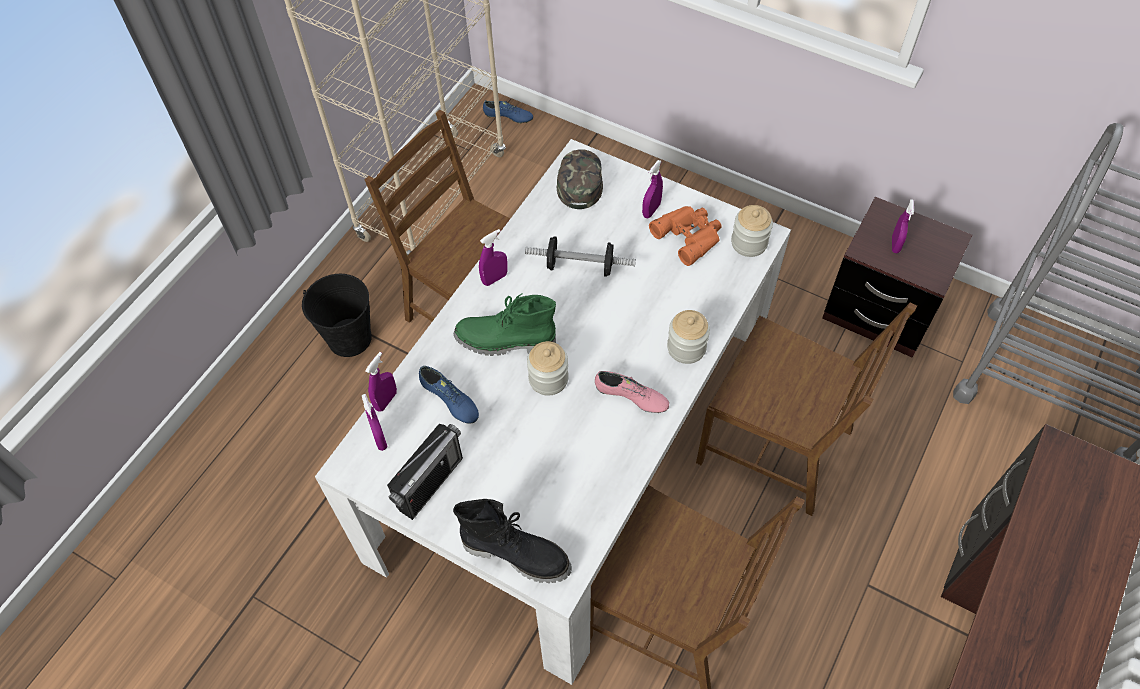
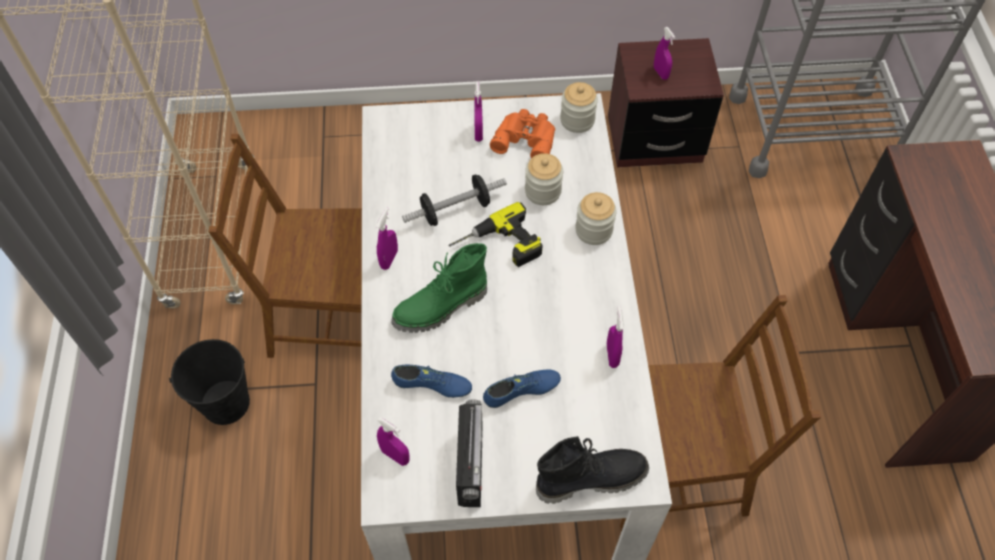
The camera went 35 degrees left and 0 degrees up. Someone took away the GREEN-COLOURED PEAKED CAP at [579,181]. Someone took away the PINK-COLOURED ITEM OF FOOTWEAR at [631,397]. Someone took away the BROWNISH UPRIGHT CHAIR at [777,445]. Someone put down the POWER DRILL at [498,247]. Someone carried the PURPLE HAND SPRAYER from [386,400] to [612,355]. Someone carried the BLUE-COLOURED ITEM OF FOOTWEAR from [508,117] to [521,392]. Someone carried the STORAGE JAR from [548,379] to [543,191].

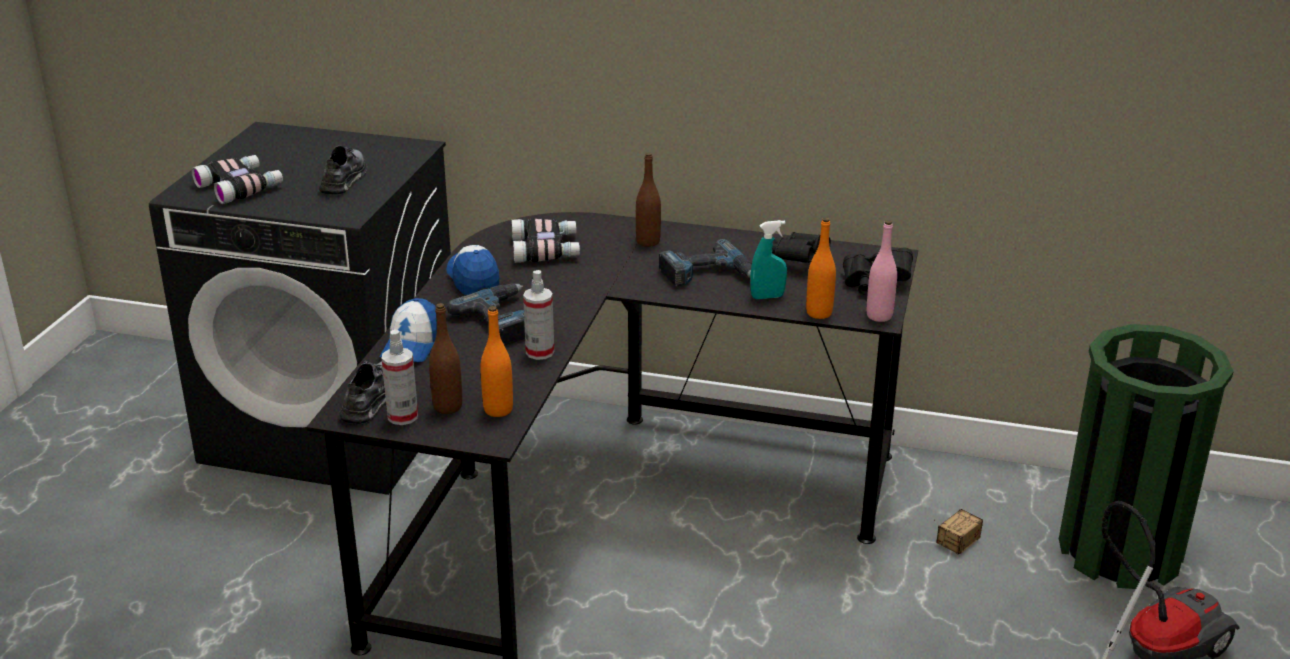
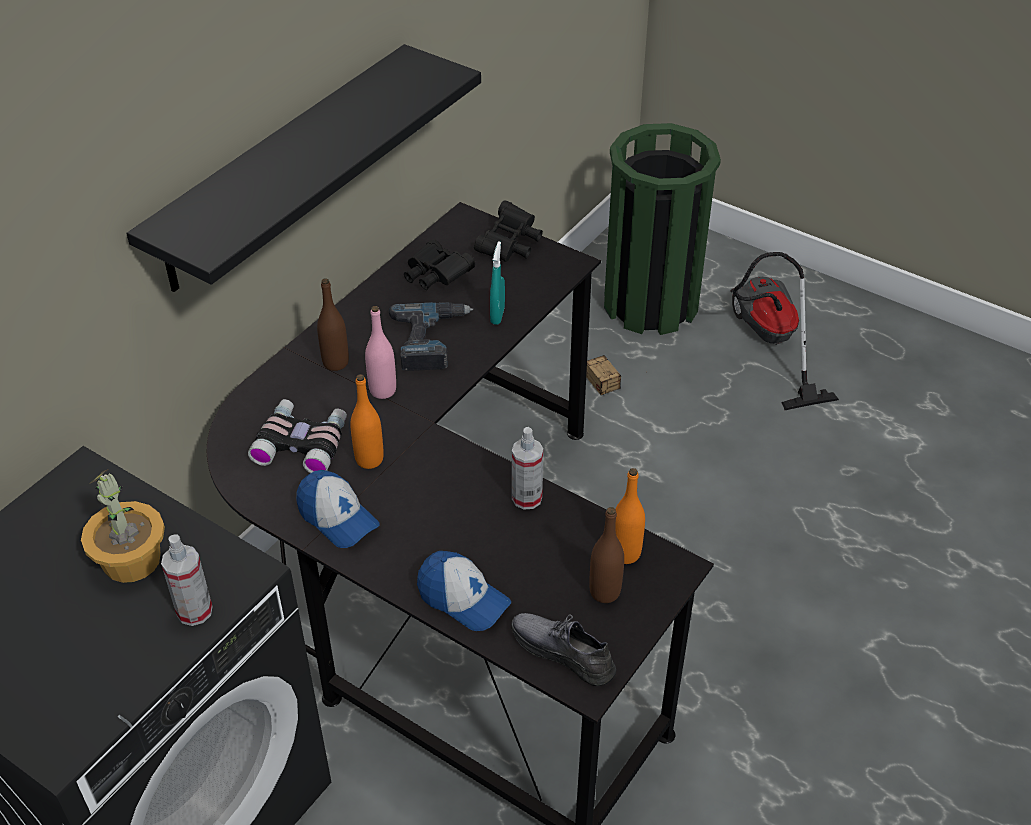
The camera went 70 degrees left and 15 degrees up. Someone took away the PAIR OF BINOCULARS at [241,186]. Someone took away the POWER DRILL at [503,320]. Someone put up the BLACK BRACKET SHELF at [283,168]. Someone carried the HAND SPRAYER from [403,416] to [194,611]. Someone carried the ORANGEY BOTTLE from [819,313] to [369,459]. Someone carried the PINK-COLOURED BOTTLE from [879,316] to [383,390]. Someone swapped the GREYISH ITEM OF FOOTWEAR at [344,179] for the PLANT IN A POT at [132,560]. Someone rotated the PEAKED CAP at [473,279] by 135 degrees counterclockwise.

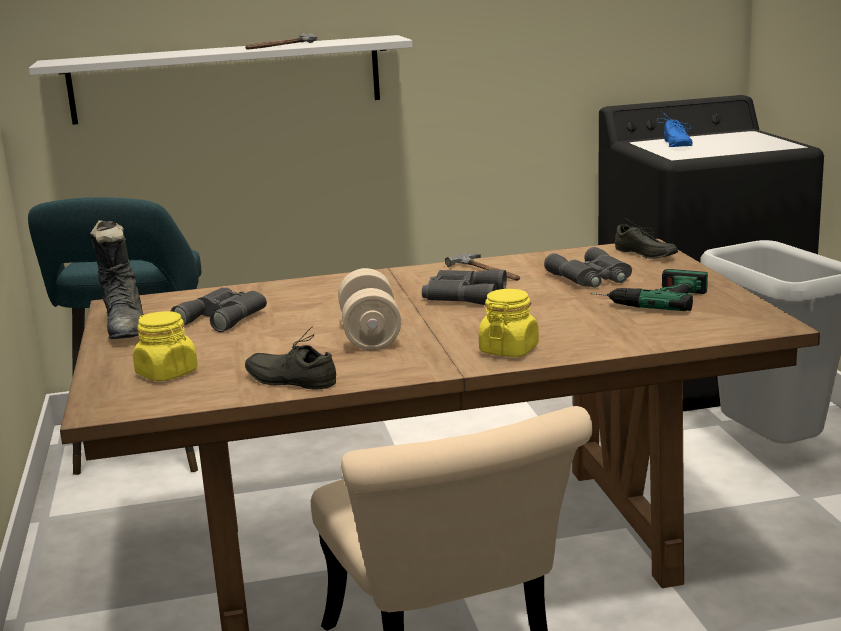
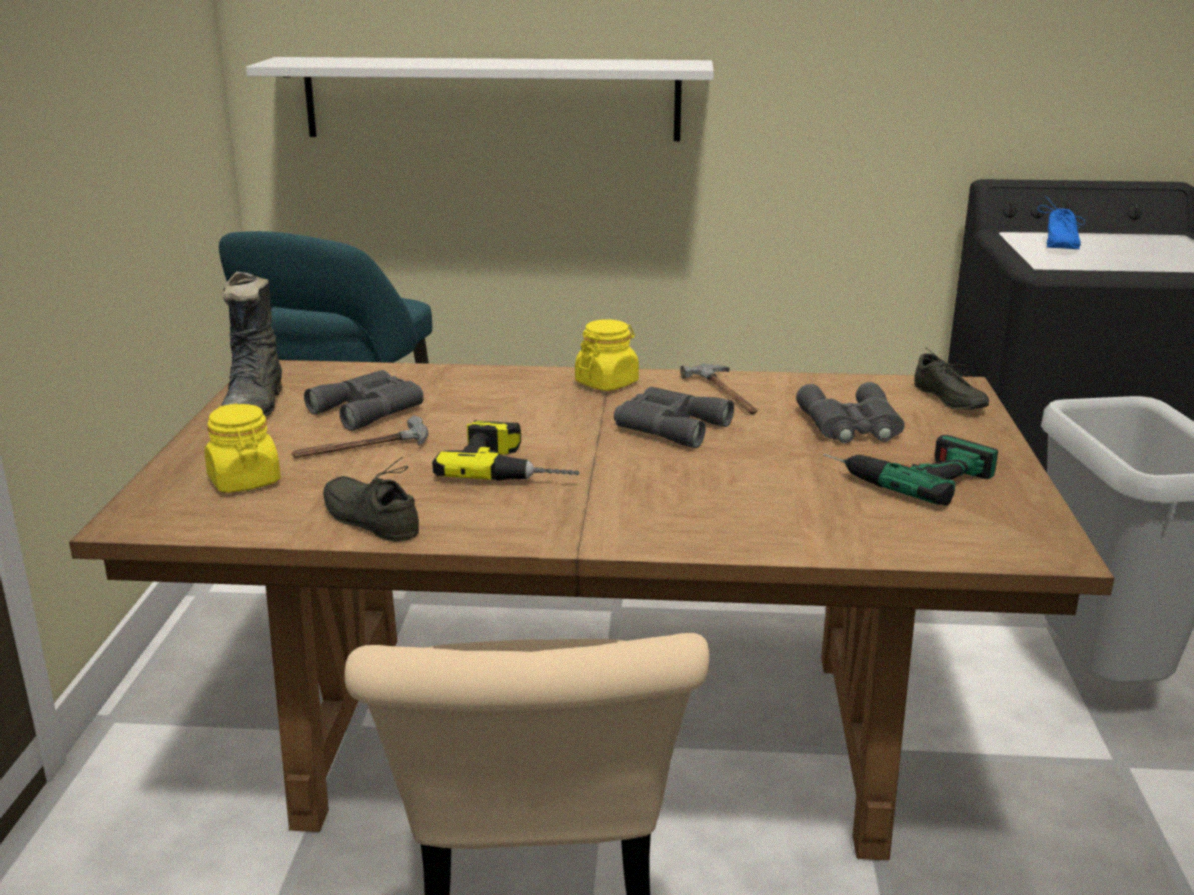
The camera went 15 degrees right and 5 degrees up. Someone carried the HAND HAMMER from [281,46] to [361,448]. Someone carried the YELLOW STORAGE JAR from [509,350] to [607,383]. Someone swapped the BEIGE HAND WEIGHT at [370,334] for the POWER DRILL at [515,466].

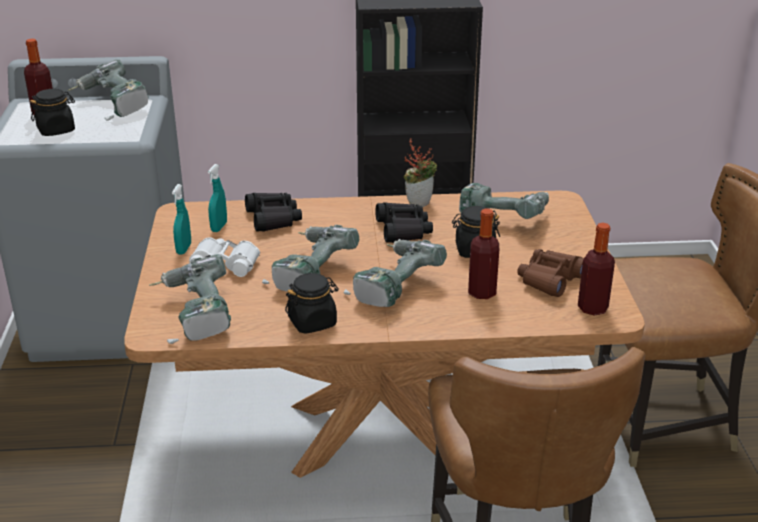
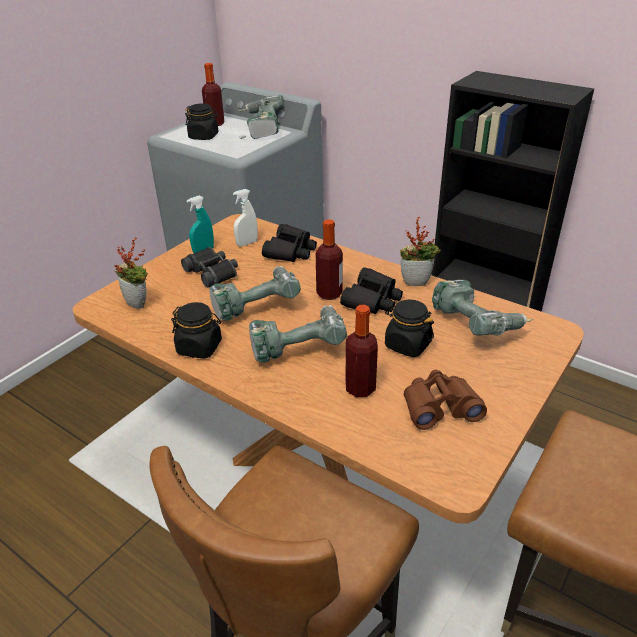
The camera went 40 degrees right and 5 degrees up. Someone carried the BOTTLE from [592,308] to [329,294]. Someone swapped the POWER DRILL at [194,315] for the PLANT IN A POT at [139,303]. Someone repainted the WHITE-COLOURED PAIR OF BINOCULARS at [226,263], which became the BLACK PAIR OF BINOCULARS at [212,272]. Someone repainted the TURQUOISE HAND SPRAYER at [219,227], which became the WHITE-COLOURED HAND SPRAYER at [247,243].

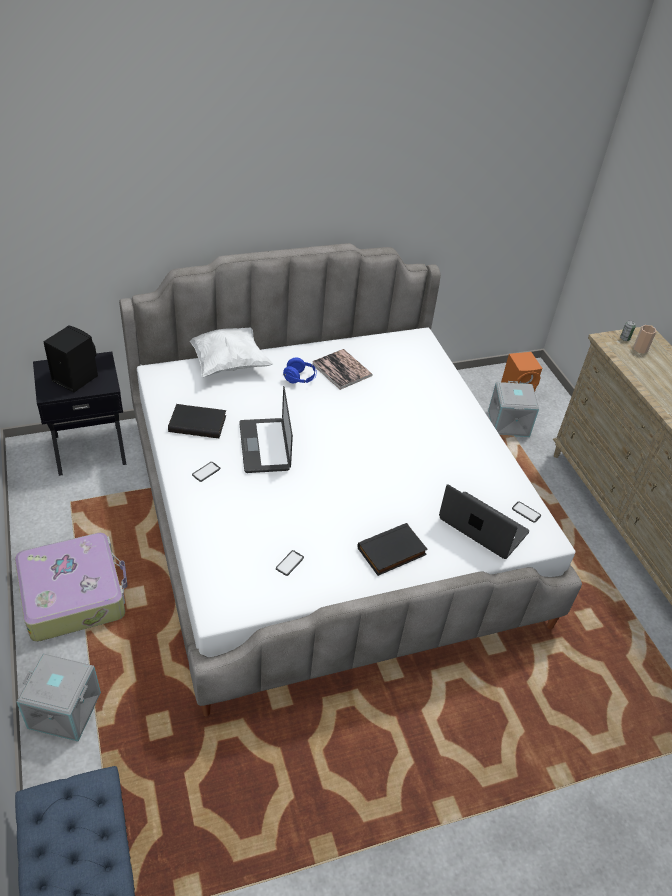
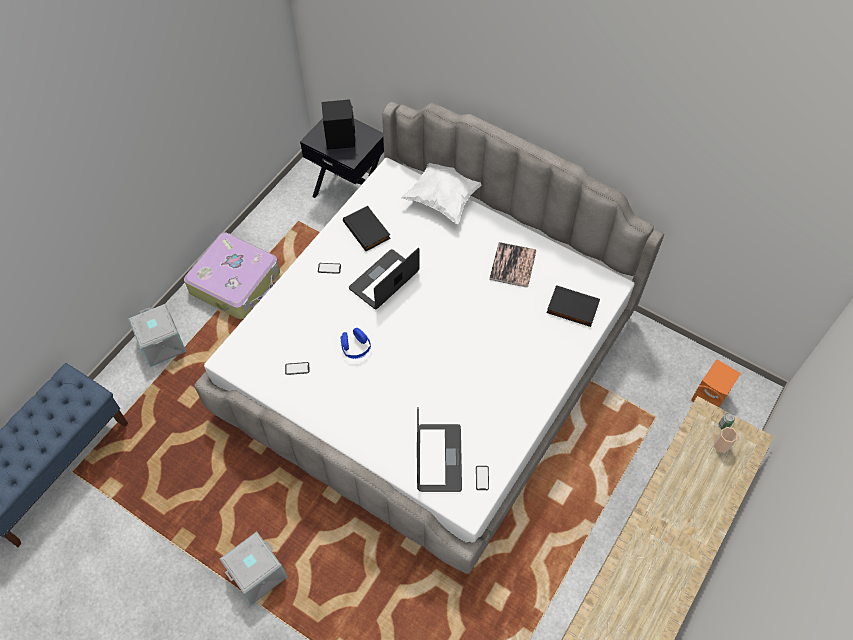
The camera went 55 degrees right and 15 degrees up. Someone carried the BLUE-COLOURED PAIR OF HEADPHONES from [300,378] to [356,348]. Someone carried the BLACK BOUND BOOK from [392,552] to [572,308]. Someone carried the GREYISH STORAGE CONTAINER from [509,423] to [257,575].

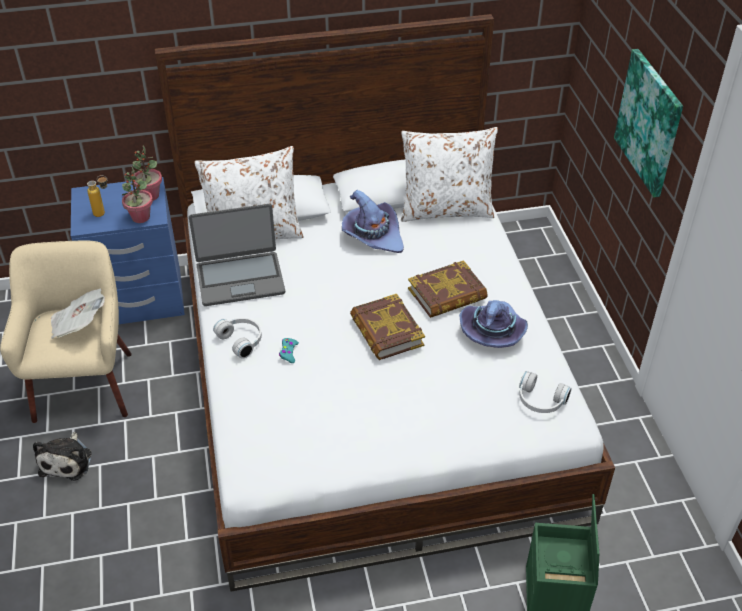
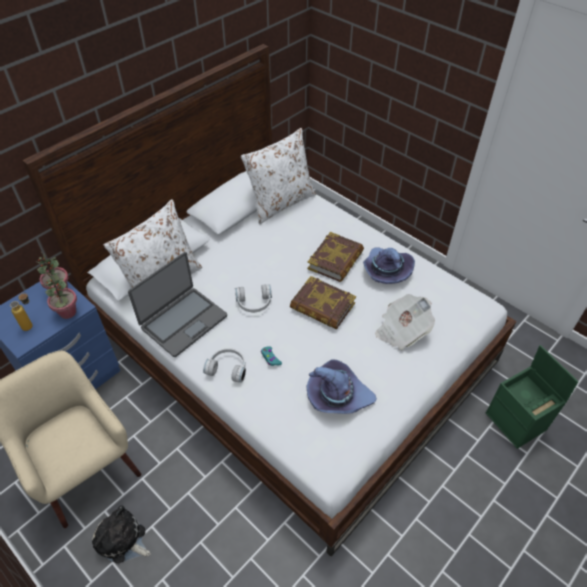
The camera went 35 degrees left and 5 degrees up. Someone took away the PICTURE at [650,122]. Someone carried the DAILY PAPER from [79,325] to [401,330]. Someone carried the PURPLE WEARABLE HAT from [372,235] to [337,395]. Someone carried the WHITE-COLOURED PAIR OF HEADPHONES from [540,401] to [254,303]. Someone rotated the CUDDLY TOY at [67,461] by 150 degrees clockwise.

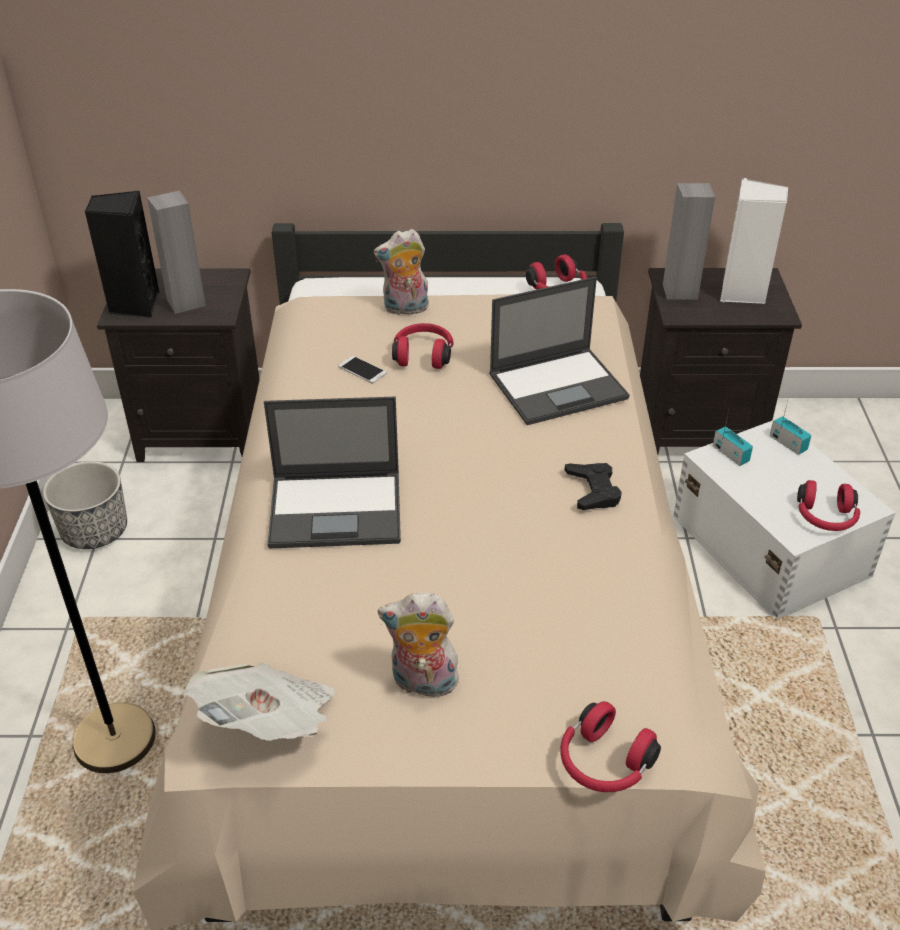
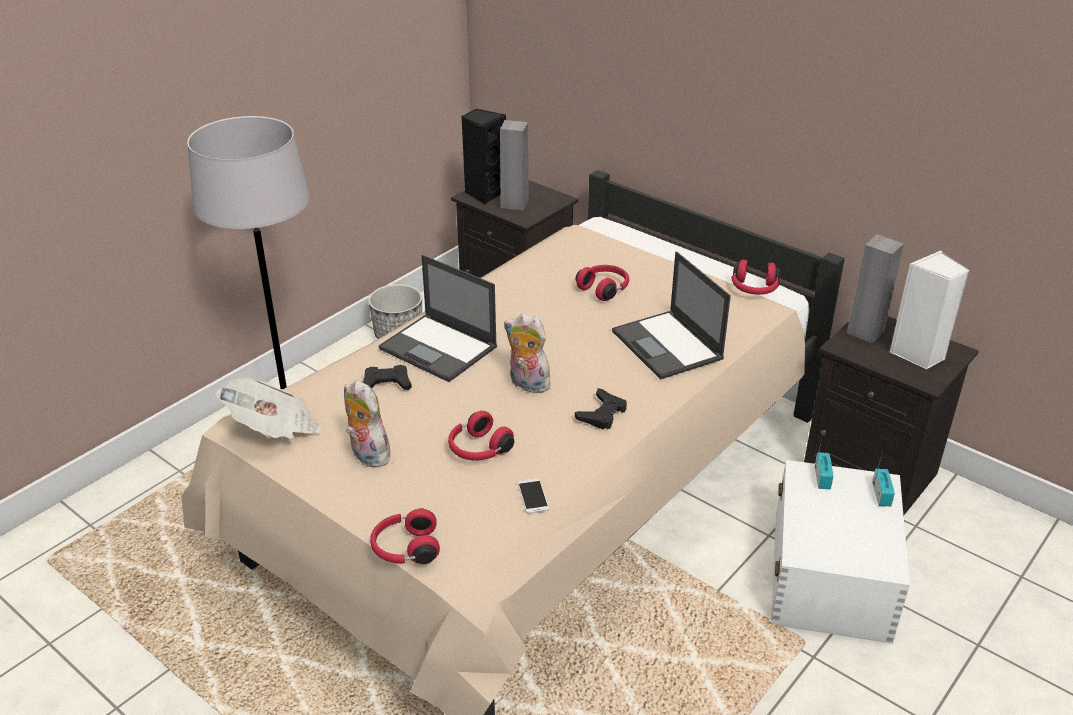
The camera went 40 degrees right and 5 degrees down. Someone put down the BLACK GAME CONTROLLER at [386,383]. Someone carried the TELEPHONE from [362,370] to [533,496]. Someone carried the CUDDLY TOY from [405,309] to [527,384]. Someone carried the RED PAIR OF HEADPHONES from [825,518] to [478,449]. Someone rotated the PORTABLE COMPUTER at [559,386] by 45 degrees clockwise.

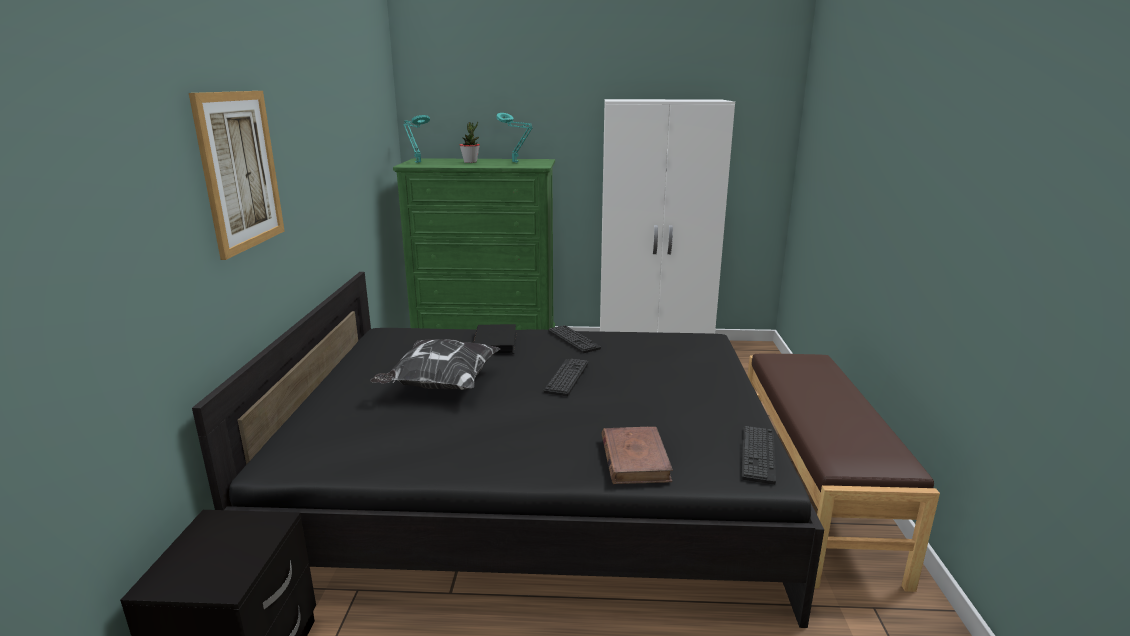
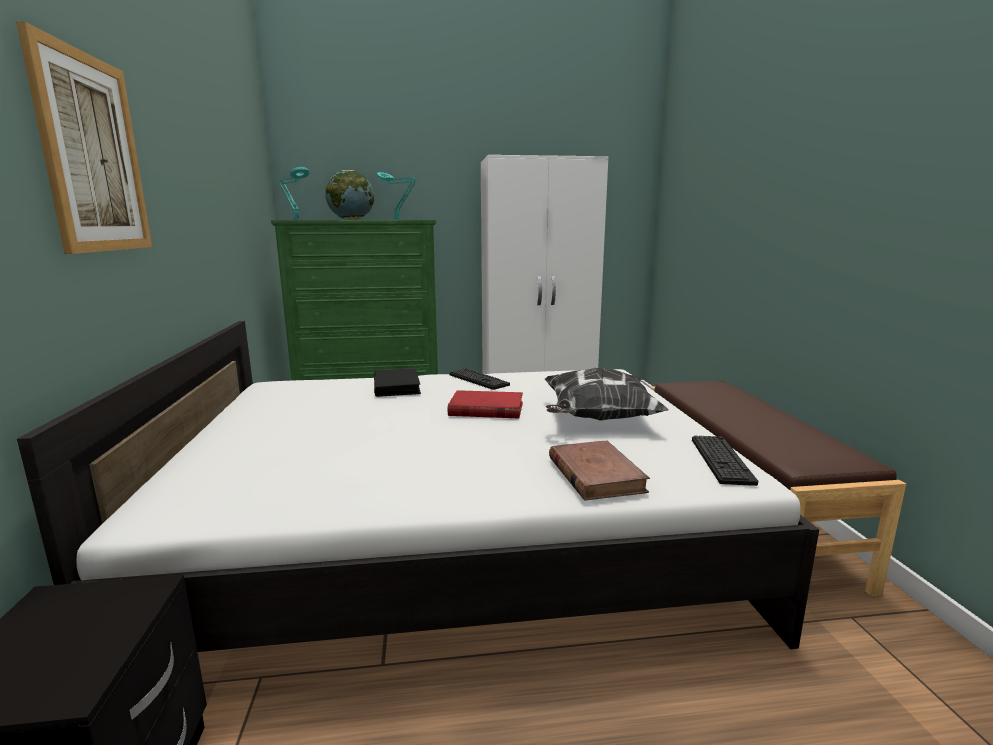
The camera went 10 degrees left and 5 degrees down. Someone carried the THROW PILLOW from [440,385] to [597,419]. Someone swapped the PLANT IN A POT at [470,162] for the WORLD GLOBE at [351,219]. Someone swapped the KEYBOARD at [567,377] for the RED BOUND BOOK at [485,409]. Someone repainted the BLACK SLEEPING BED at [534,487], which became the WHITE-COLOURED SLEEPING BED at [455,535].

